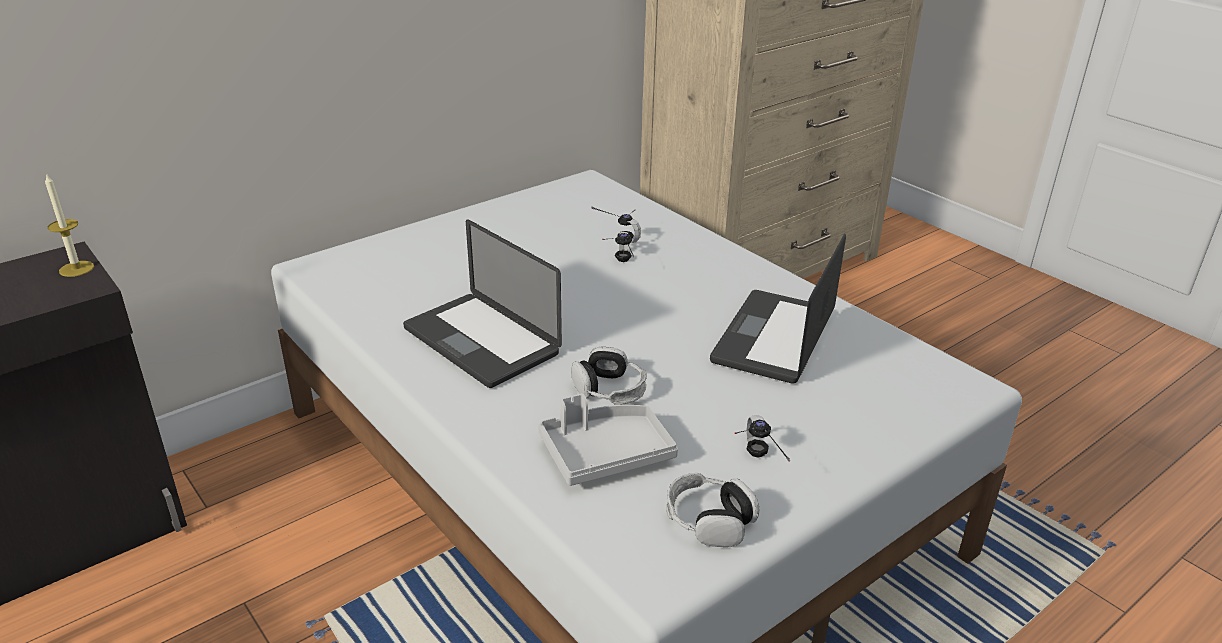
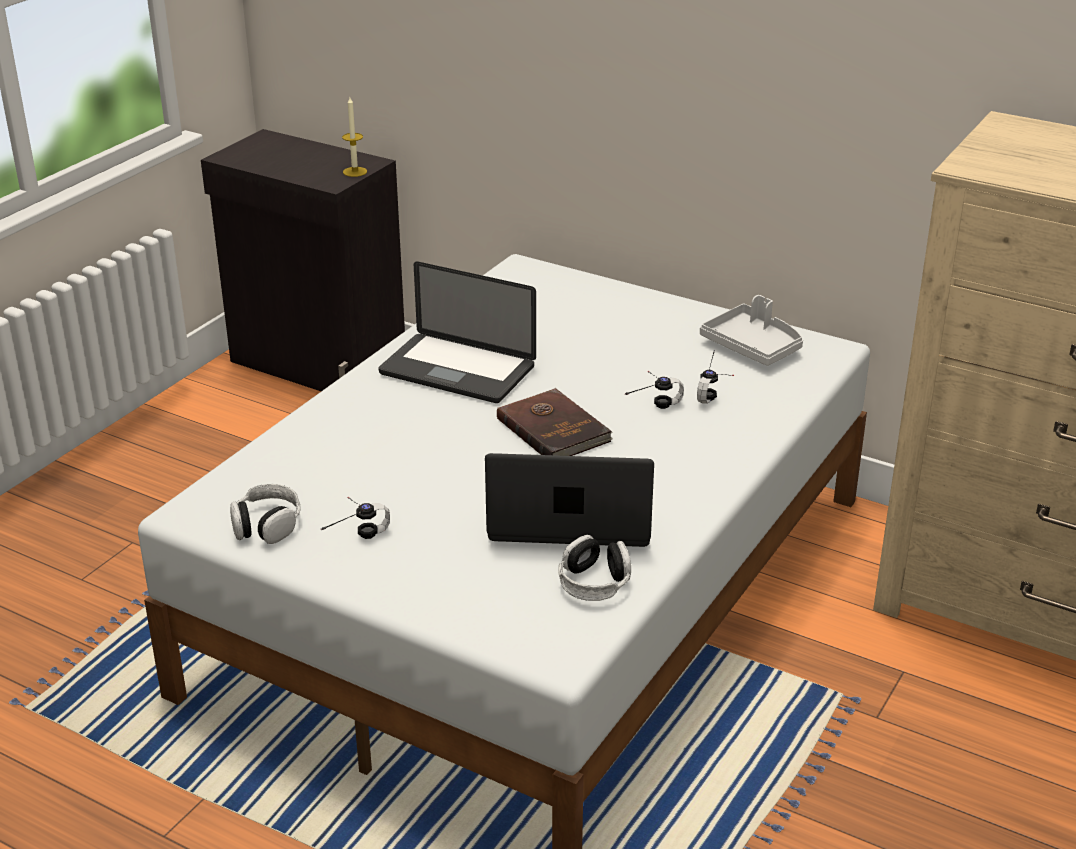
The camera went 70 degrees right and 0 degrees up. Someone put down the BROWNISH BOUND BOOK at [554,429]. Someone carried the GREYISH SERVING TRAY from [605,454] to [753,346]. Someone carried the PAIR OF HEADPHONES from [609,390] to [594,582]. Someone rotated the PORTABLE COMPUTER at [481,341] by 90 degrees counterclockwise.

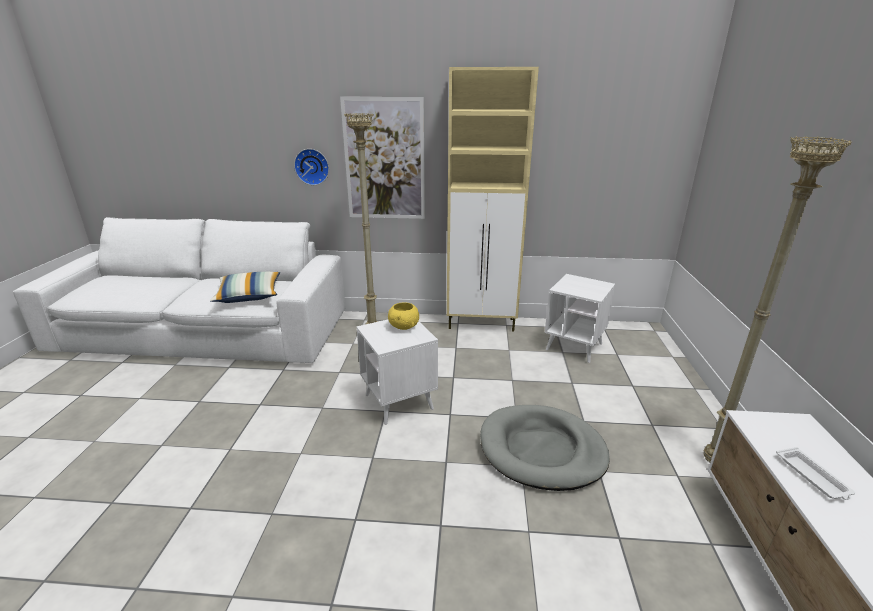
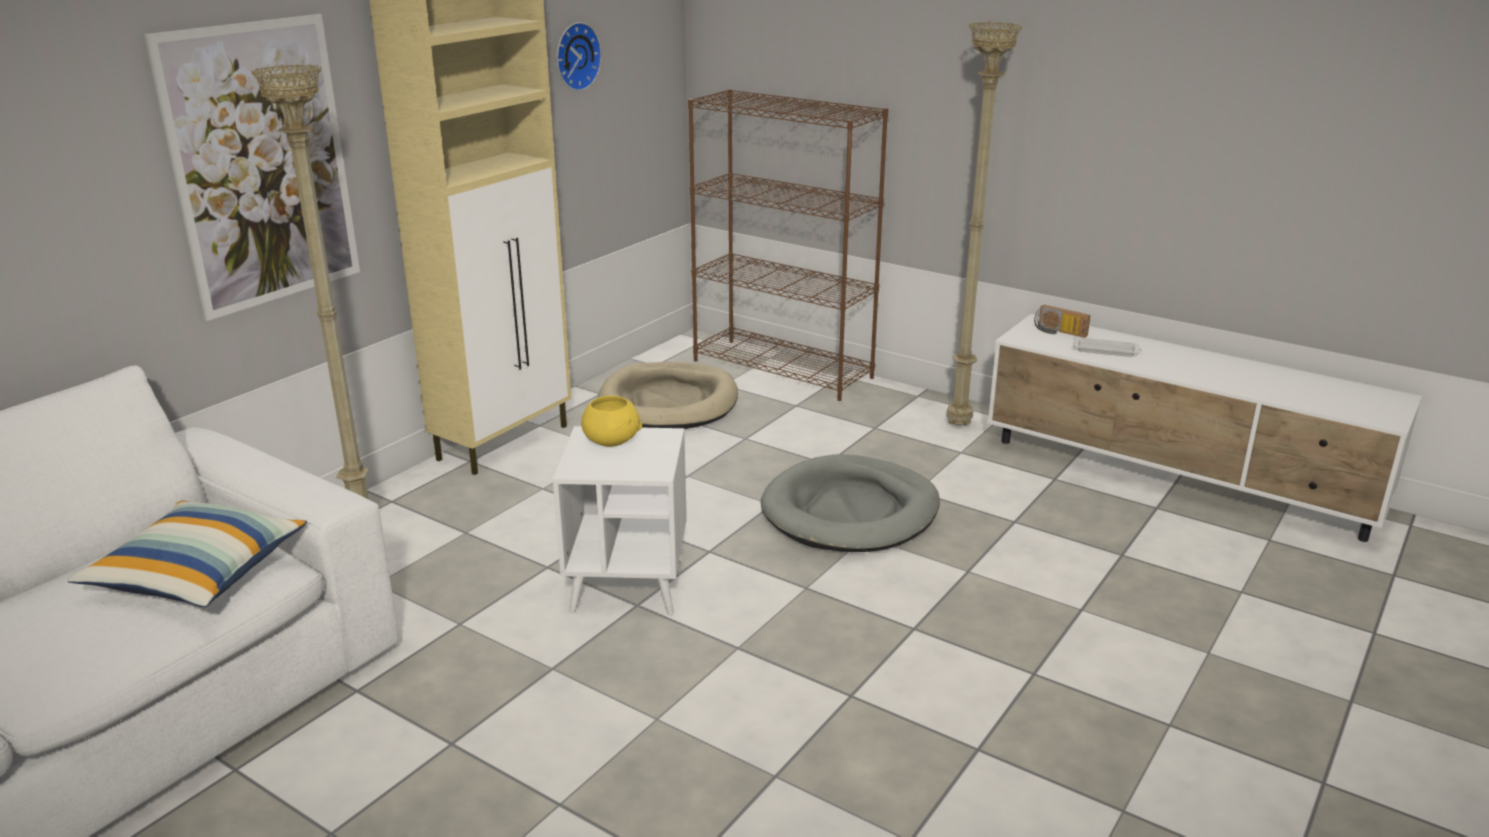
The camera went 60 degrees left and 0 degrees up. Someone put down the BROWNISH BOOKSHELF at [783,369]. Someone put down the RADIO at [1058,332]. Someone carried the CLOCK ON THE WALL from [312,166] to [575,56]. Someone swapped the WHITE-COLOURED END TABLE at [574,347] for the BEIGE DOG CUSHION at [669,402].

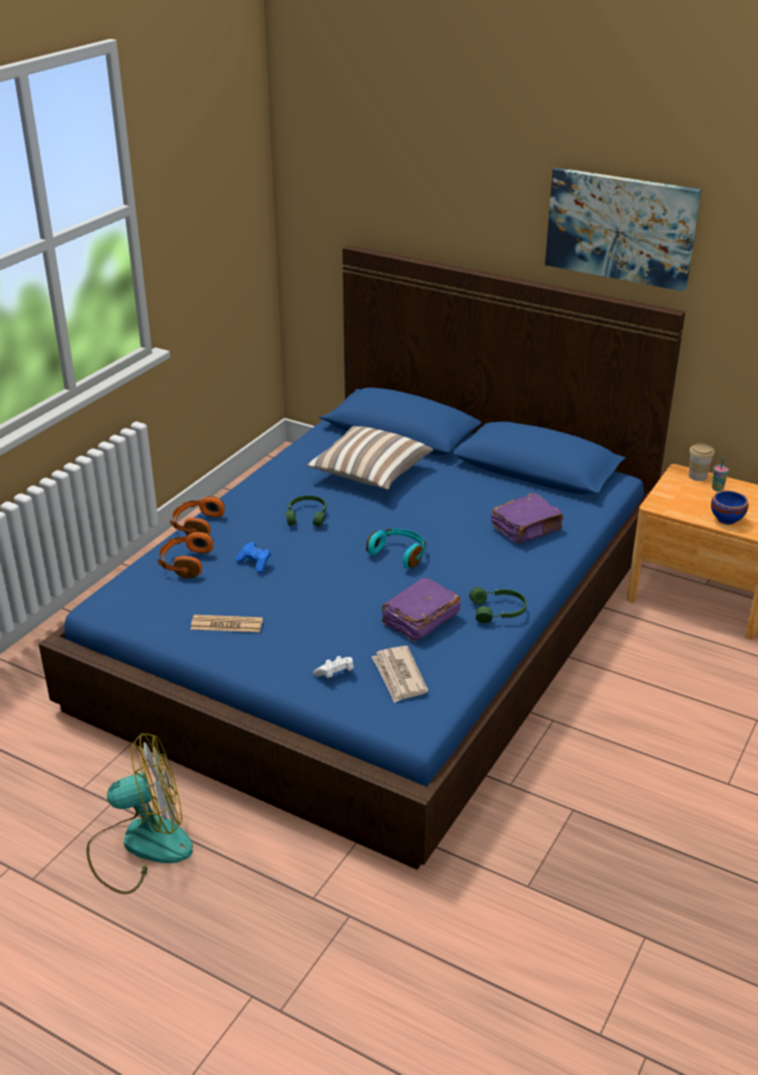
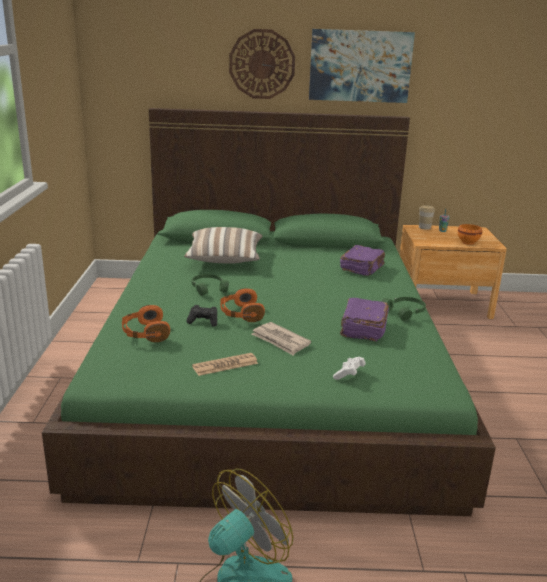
The camera went 30 degrees left and 10 degrees down. Someone took away the TURQUOISE PAIR OF HEADPHONES at [399,554]. Someone put up the CLOCK ON THE WALL at [262,64]. Someone carried the ORANGEY PAIR OF HEADPHONES from [196,525] to [240,314]. Someone carried the DAILY PAPER from [399,676] to [280,341]. Someone repainted the BLUE-COLOURED SLEEPING BED at [380,621], which became the GREEN-COLOURED SLEEPING BED at [271,364]. Someone repainted the BLUE-COLOURED GAME CONTROLLER at [255,563], which became the BLACK GAME CONTROLLER at [203,322]. Someone repainted the BLUE-COLOURED DEEP DISH at [725,519], which became the ORANGEY DEEP DISH at [467,242].

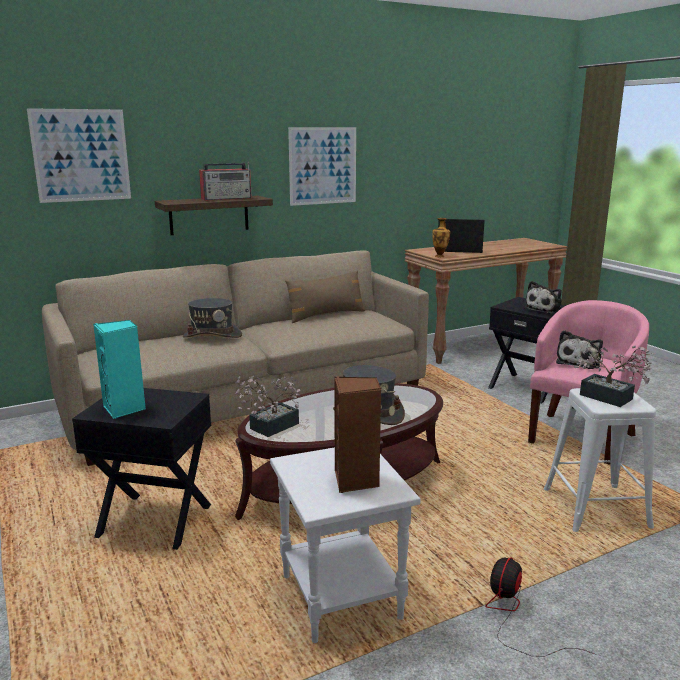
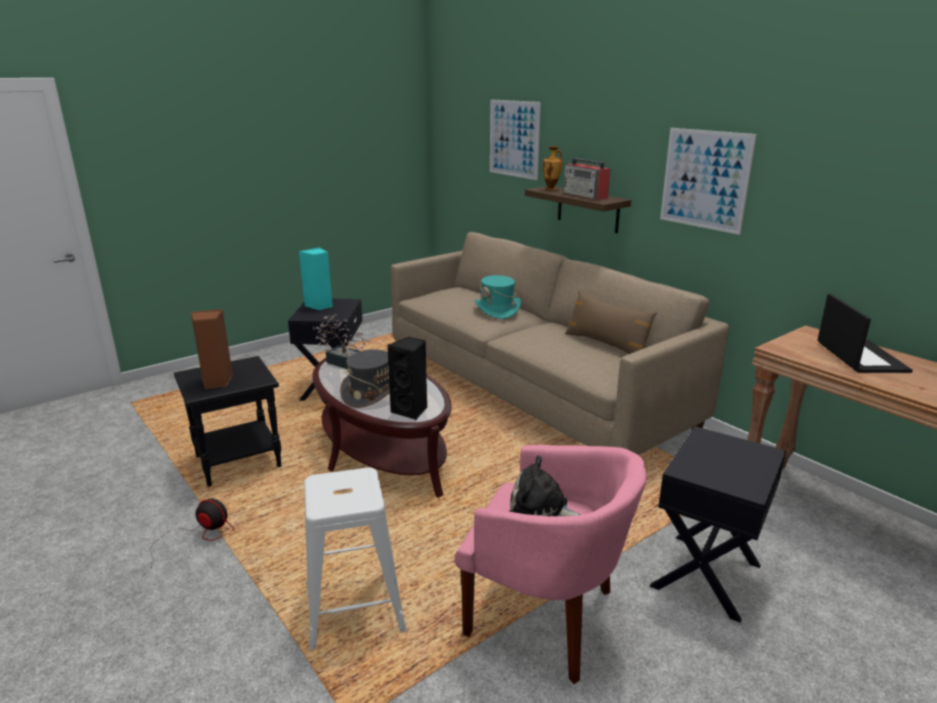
The camera went 80 degrees right and 5 degrees up. Someone took away the CUDDLY TOY at [545,309]. Someone took away the PLANT IN A POT at [611,399]. Someone put down the BLACK SPEAKER at [411,411]. Someone carried the DECORATIVE VASE from [440,256] to [551,189]. Someone repainted the GREYISH WEARABLE HAT at [212,336], which became the TURQUOISE WEARABLE HAT at [497,310]. Someone repainted the WHITE-COLOURED END TABLE at [343,598], which became the BLACK END TABLE at [237,463].

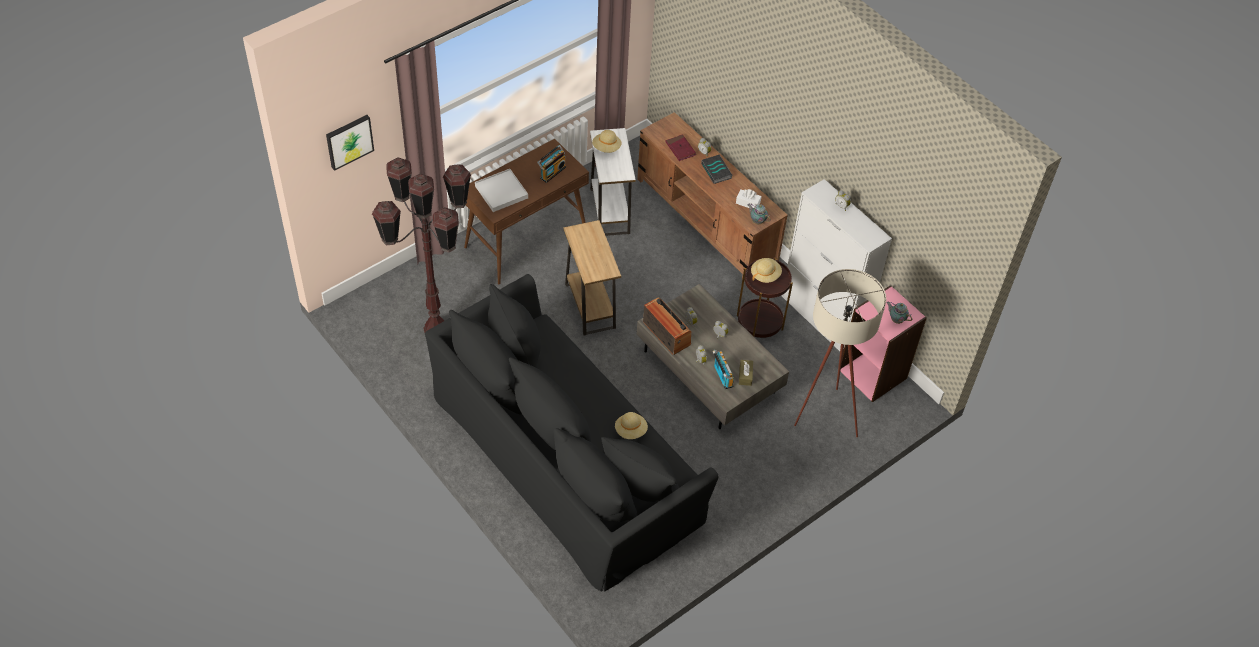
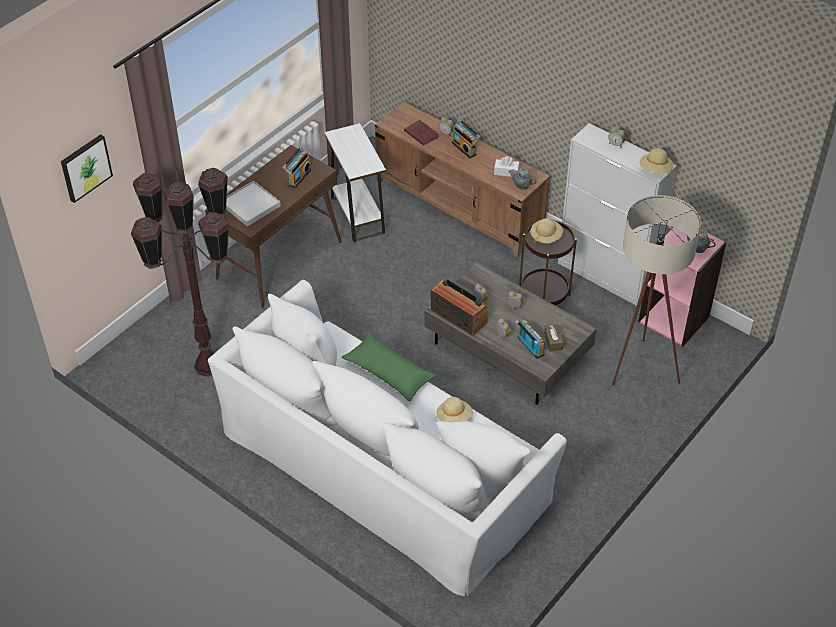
The camera went 10 degrees left and 5 degrees down. Someone took away the BROWNISH END TABLE at [590,306]. Someone put down the GREEN-COLOURED THROW PILLOW at [388,373]. Someone carried the BEIGE WEARABLE HAT from [606,148] to [655,170]. Someone swapped the BOUND BOOK at [717,171] for the RADIO at [465,148]. Someone repainted the BLACK COUCH at [566,455], which became the WHITE-COLOURED COUCH at [384,463].

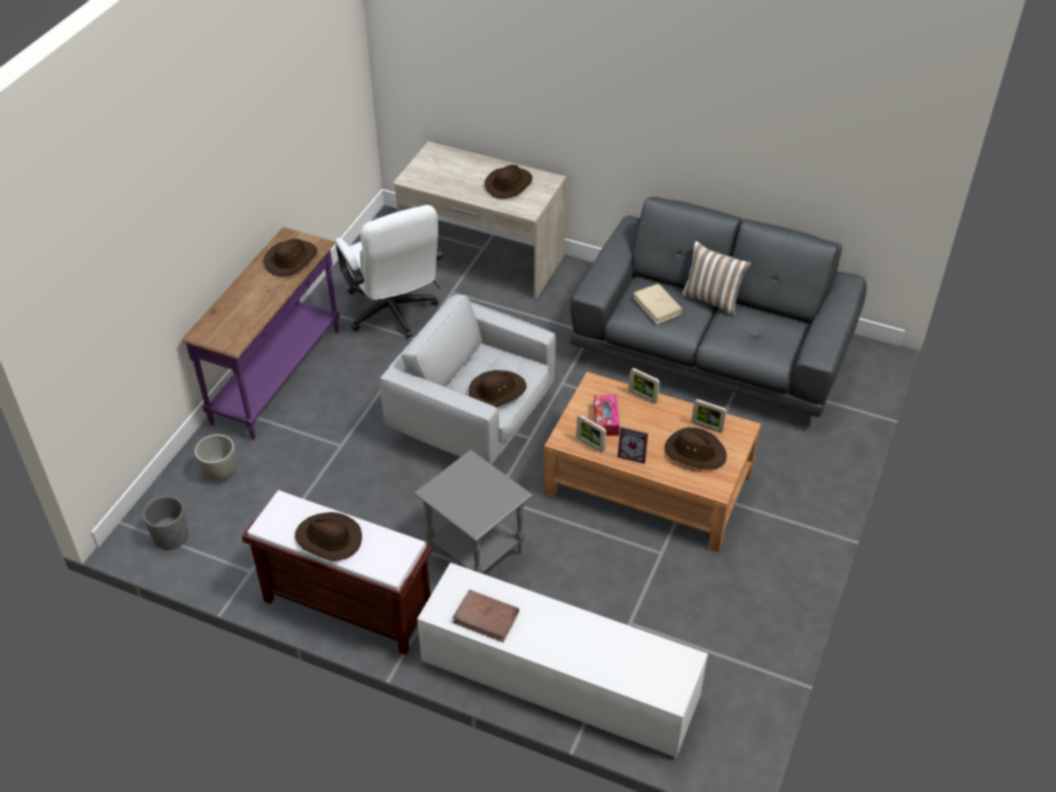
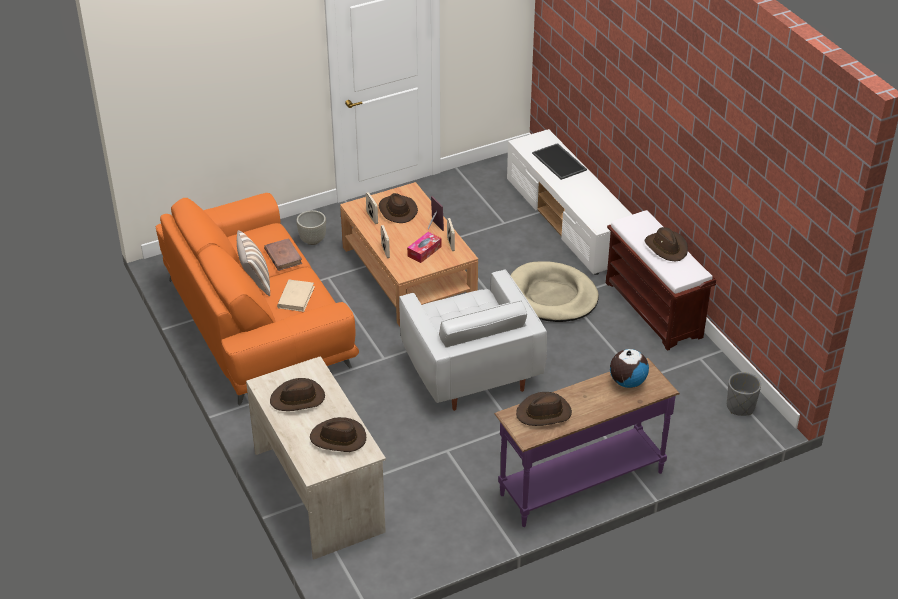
The camera went 140 degrees left and 5 degrees down. Someone took away the WHITE-COLOURED COMPUTER CHAIR at [394,314]. Someone put down the SERVING TRAY at [560,162]. Someone put down the WORLD GLOBE at [627,382]. Someone carried the GREYISH PLANTER from [221,472] to [312,240]. Someone carried the BROWNISH BOUND BOOK from [486,617] to [283,256]. Someone carried the BROWNISH WEARABLE HAT from [497,391] to [338,438]. Someone swapped the GREYISH END TABLE at [475,551] for the BEIGE DOG CUSHION at [551,296]. Someone repainted the GREYISH COUCH at [712,350], which became the ORANGEY COUCH at [257,322].

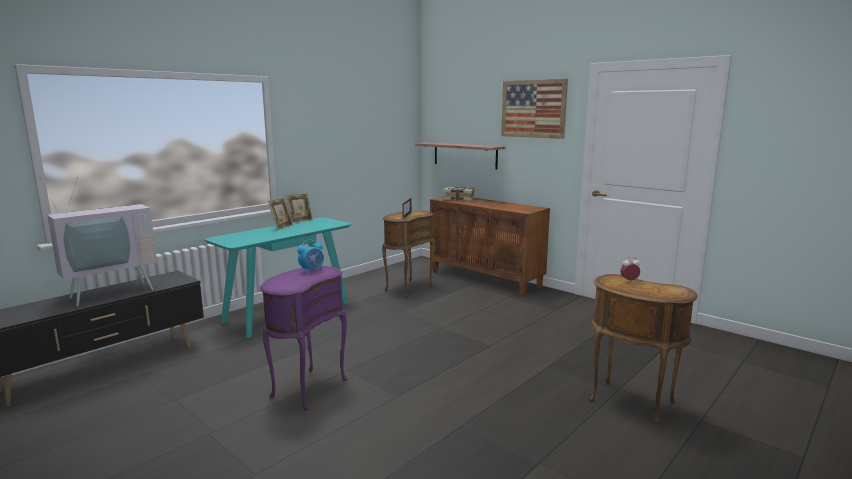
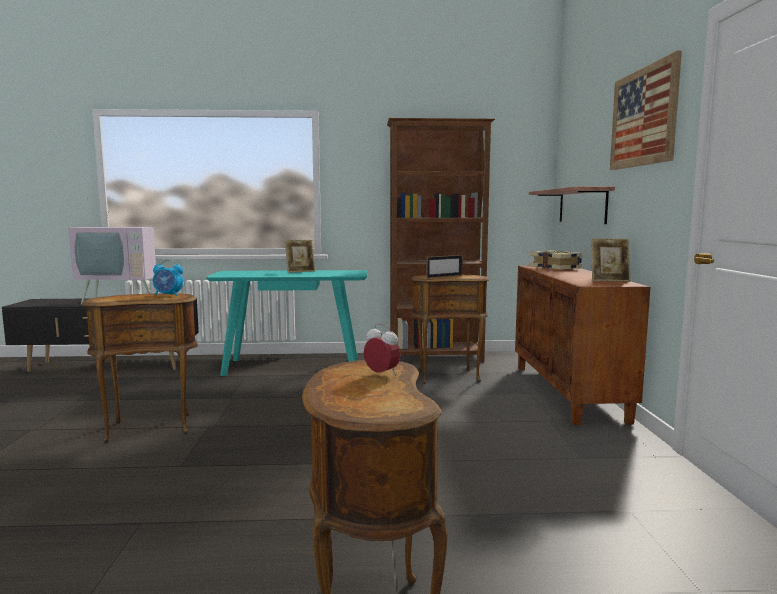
The camera went 45 degrees right and 5 degrees down. Someone put down the BROWNISH BOOKSHELF at [436,358]. Someone carried the PICTURE FRAME from [300,221] to [609,280]. Someone repainted the PURPLE END TABLE at [307,388], which became the BROWNISH END TABLE at [150,427].

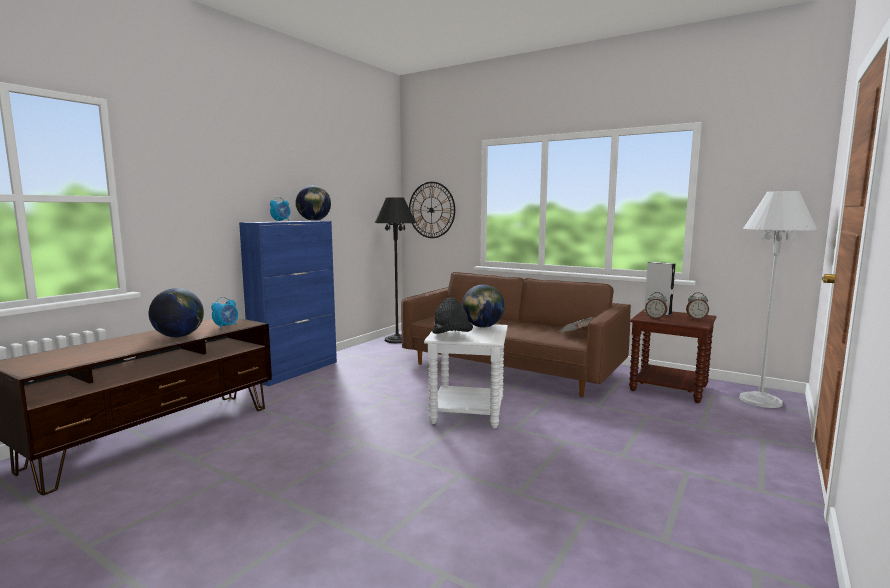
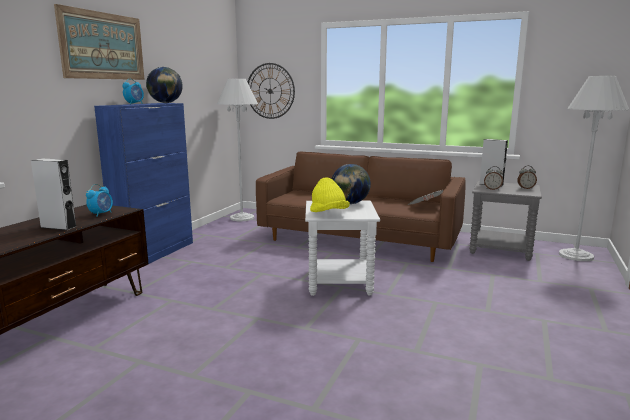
The camera went 10 degrees left and 5 degrees up. Someone put up the PICTURE at [103,46]. Someone swapped the WORLD GLOBE at [179,336] for the GREYISH SPEAKER at [58,227]. Someone repainted the BLACK STANDARD LAMP at [397,340], which became the WHITE-COLOURED STANDARD LAMP at [242,218]. Someone repainted the BLACK WEARABLE HAT at [451,336], which became the YELLOW WEARABLE HAT at [328,214]. Someone repainted the BROWNISH END TABLE at [669,388], which became the GREYISH END TABLE at [500,249].

